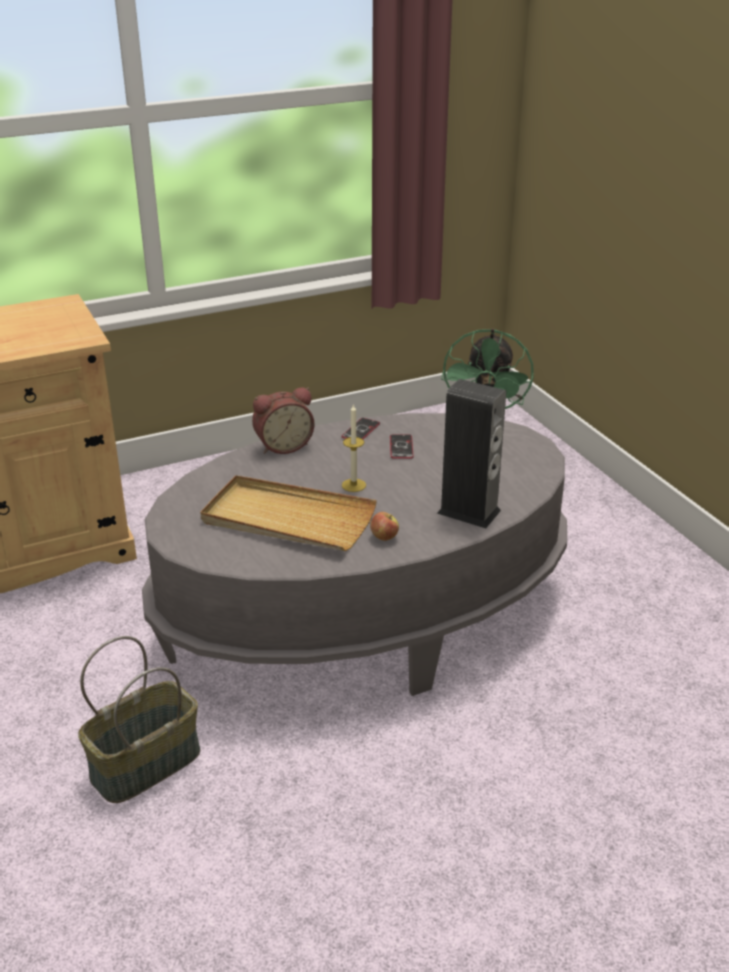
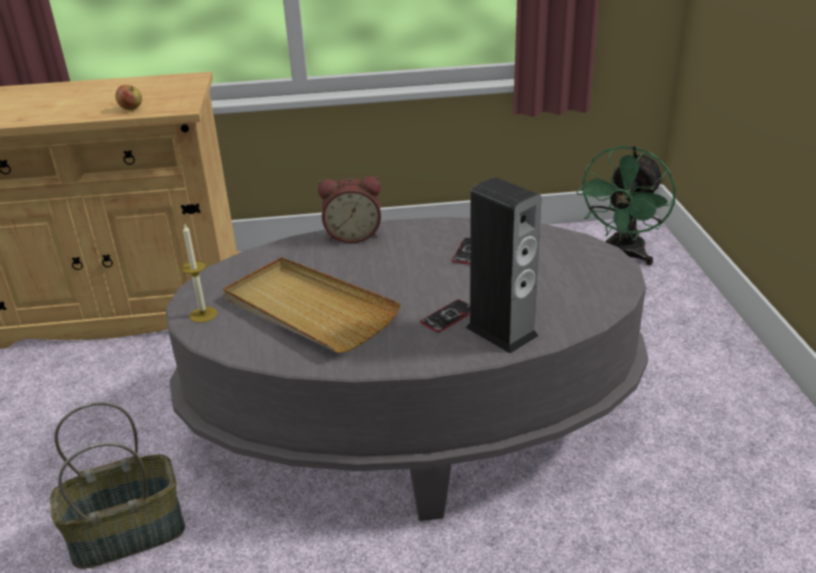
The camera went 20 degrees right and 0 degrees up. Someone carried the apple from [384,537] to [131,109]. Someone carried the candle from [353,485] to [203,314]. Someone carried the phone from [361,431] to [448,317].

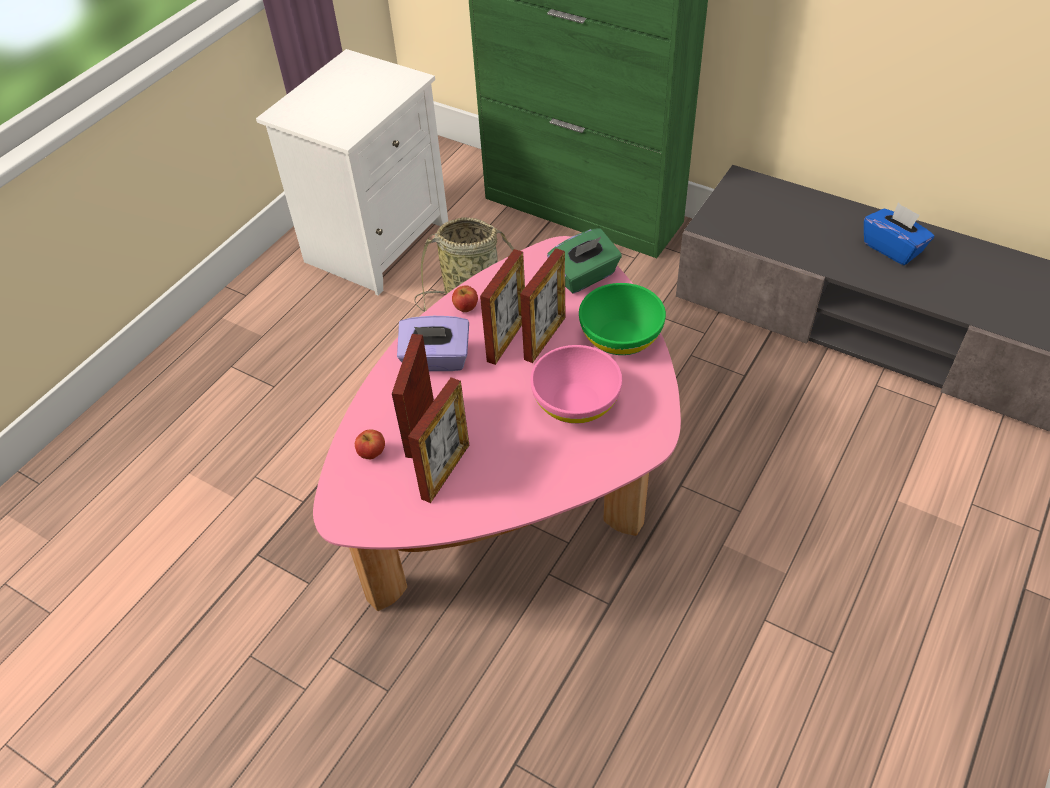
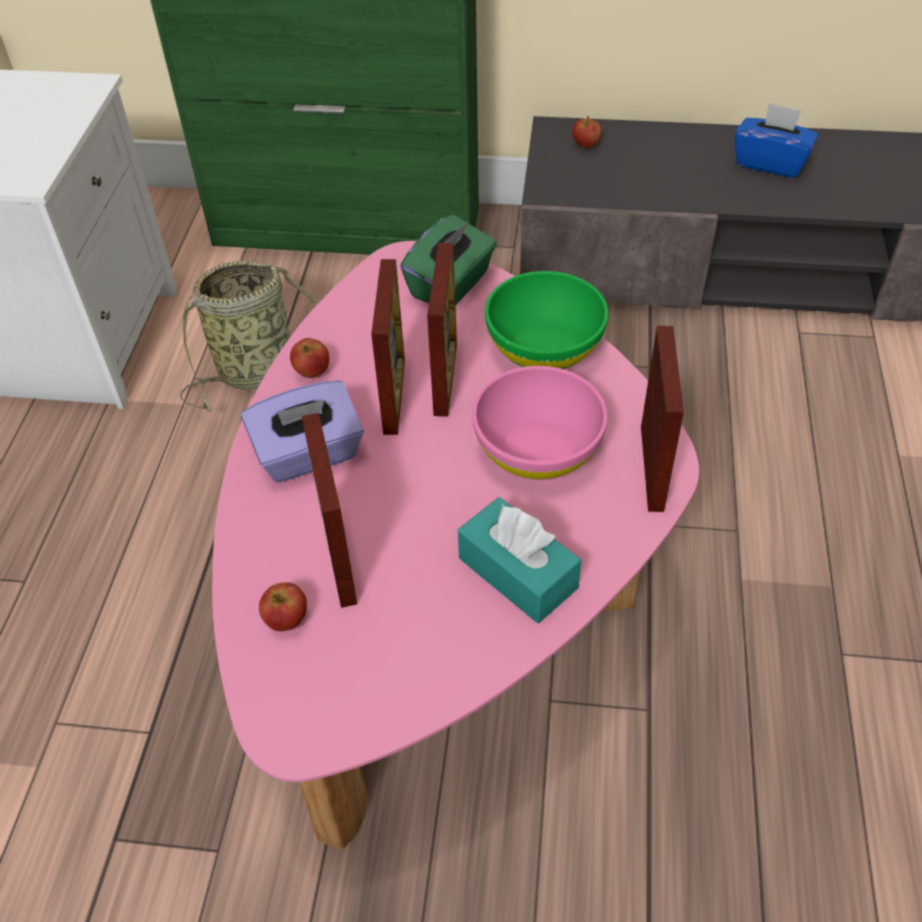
The camera went 25 degrees left and 0 degrees up. Someone put down the tissue box/turquoise at [517,573]. Someone put down the apple at [586,145]. Someone carried the picture frame from [445,471] to [652,468].

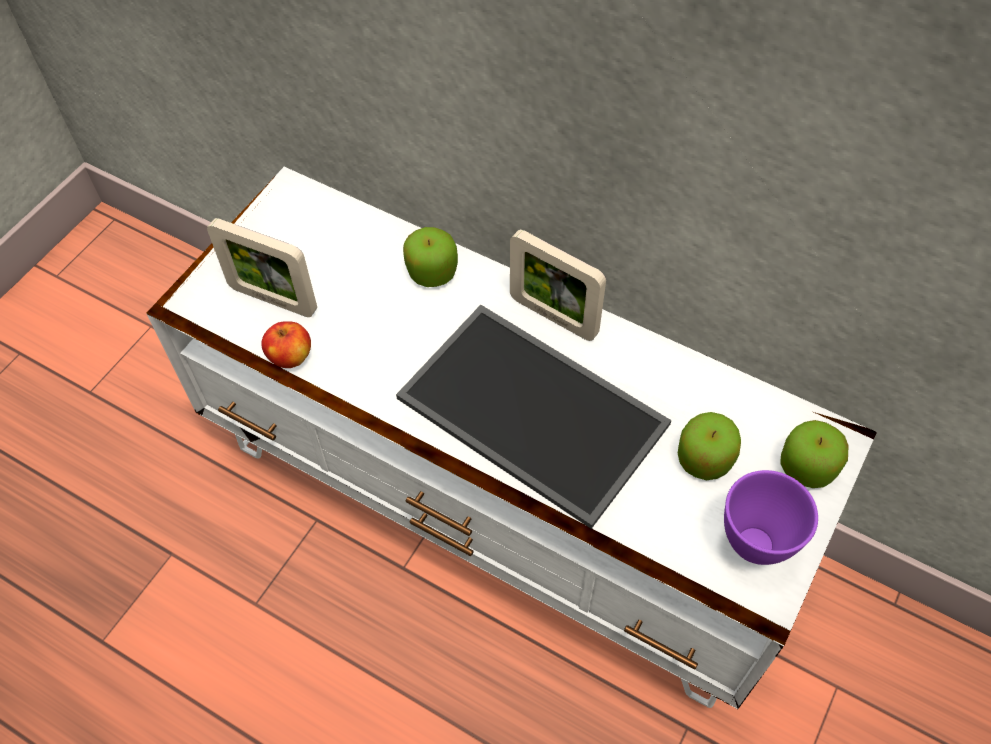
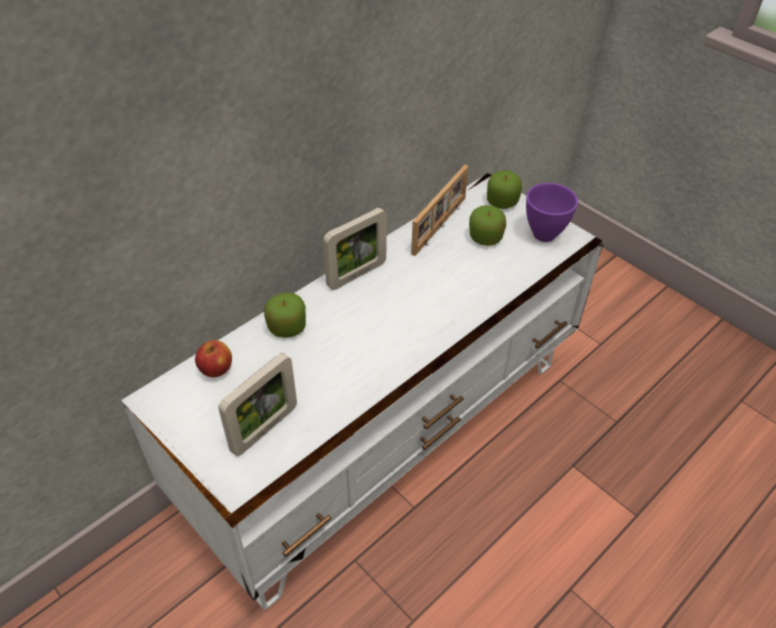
The camera went 75 degrees left and 10 degrees down. Someone carried the apple from [291,357] to [216,369]. Someone put down the picture frame at [440,226]. Someone took away the tray at [536,410].

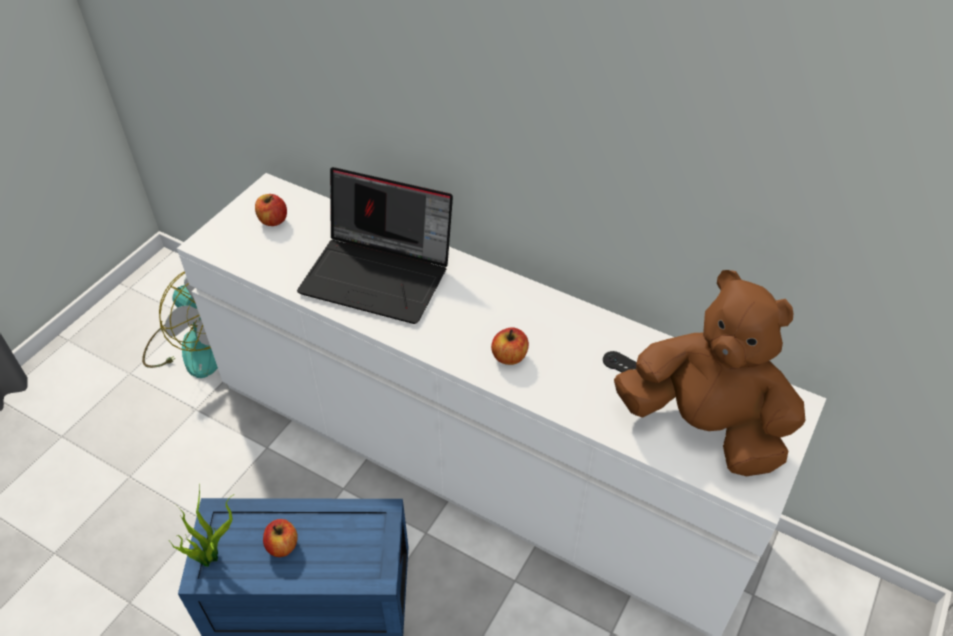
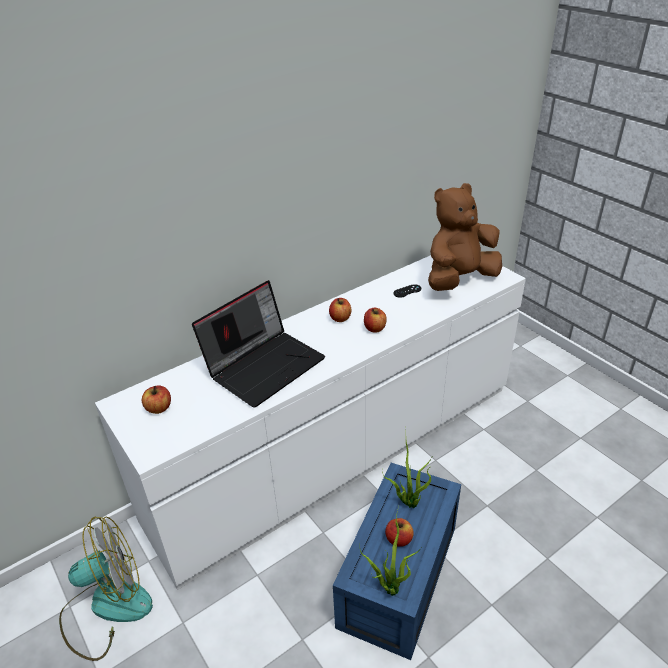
The camera went 65 degrees left and 10 degrees down. Someone put down the apple at [340,318]. Someone put down the potted plant at [408,502].

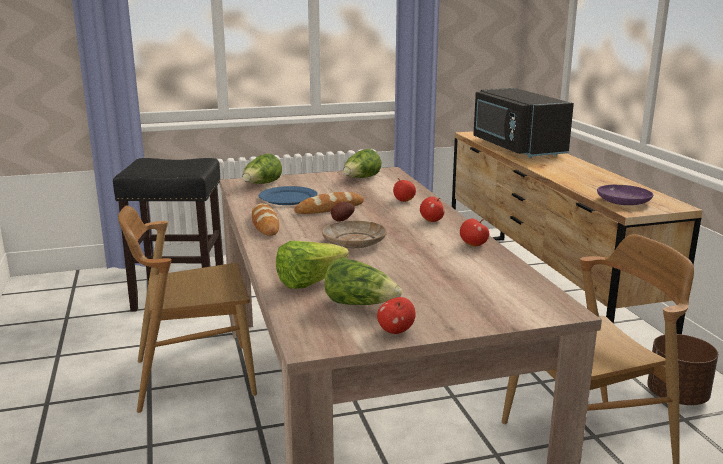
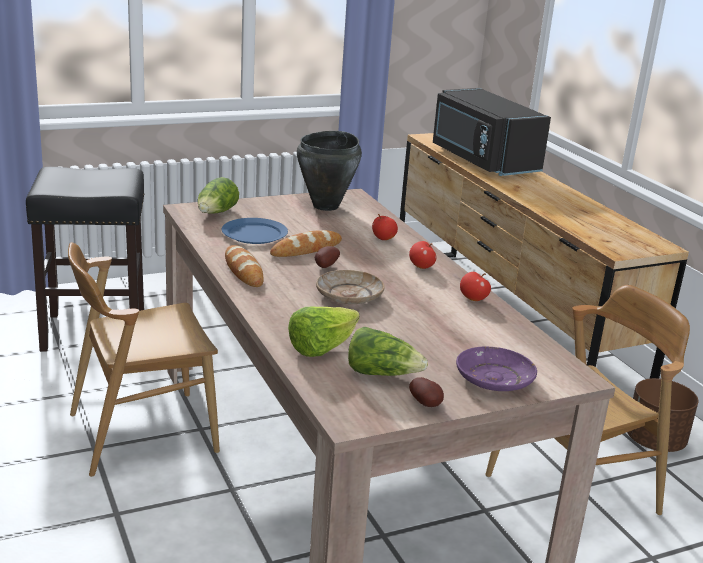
The camera went 10 degrees left and 5 degrees up. Someone swapped the lettuce at [361,178] for the cooking pot/black at [326,206]. Someone swapped the apple at [395,331] for the potato at [426,404]. Someone carried the plate/purple from [623,201] to [494,379].

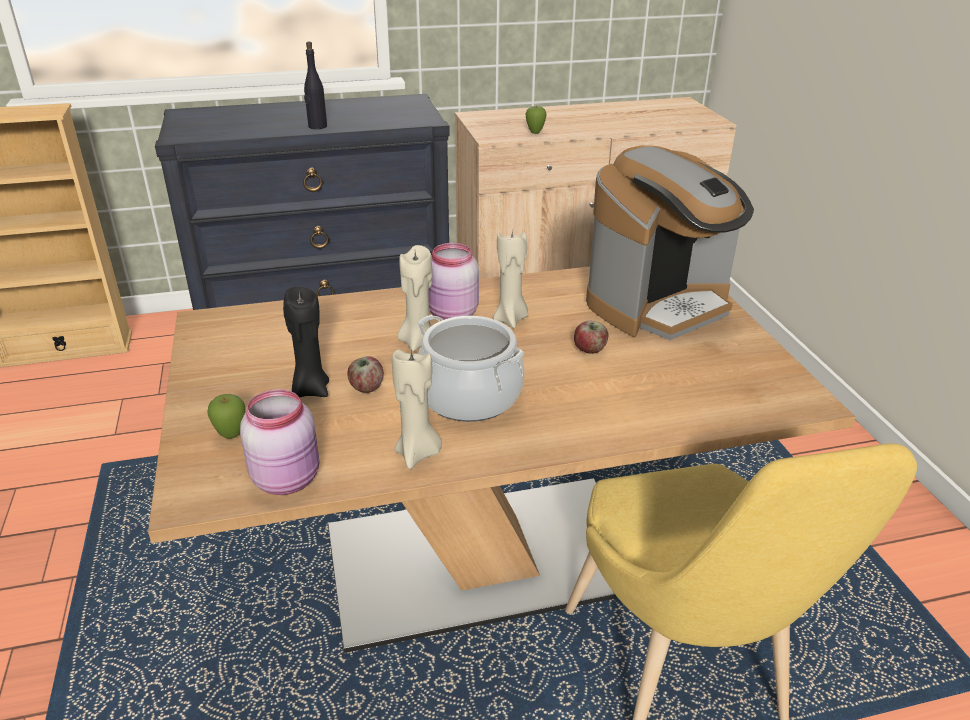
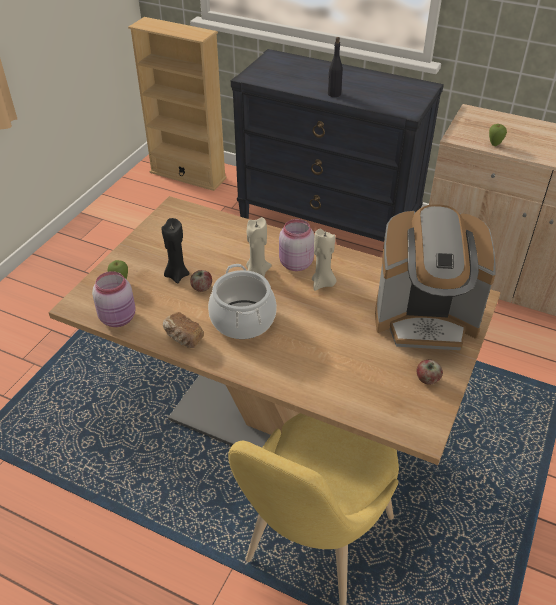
The camera went 40 degrees right and 10 degrees up. Someone swapped the candle/beige at [418,453] for the bread at [183,338]. Someone carried the apple from [589,350] to [427,379].

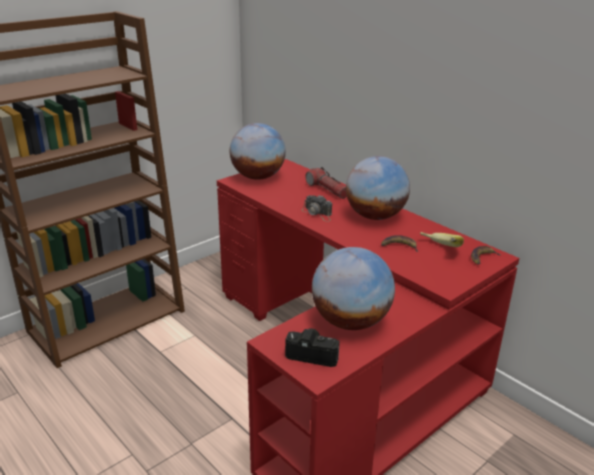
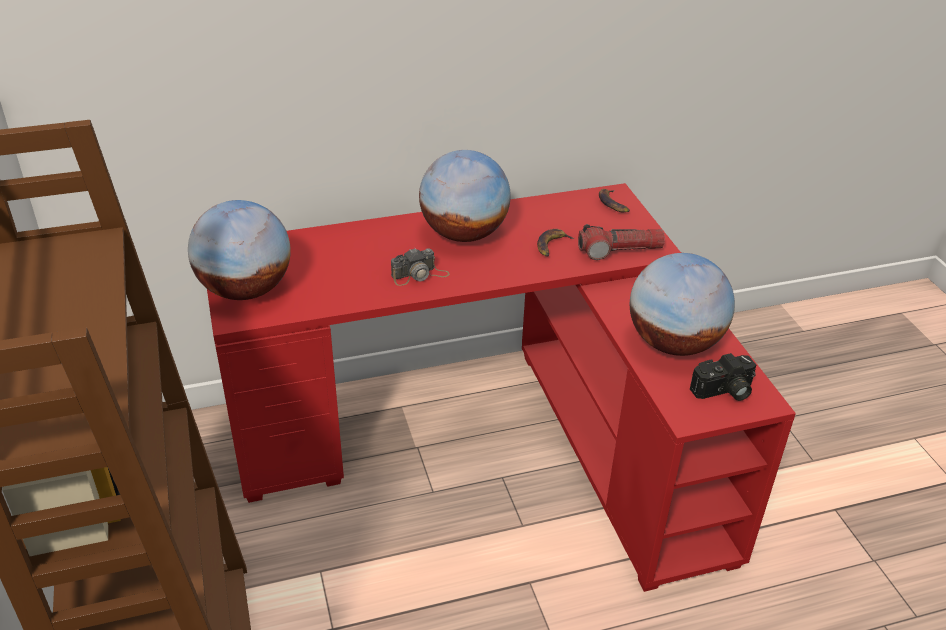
The camera went 65 degrees left and 10 degrees up. Someone carried the flashlight from [327,190] to [619,250]. Someone rotated the photo camera at [313,354] by 150 degrees counterclockwise. Someone took away the banana at [439,249].

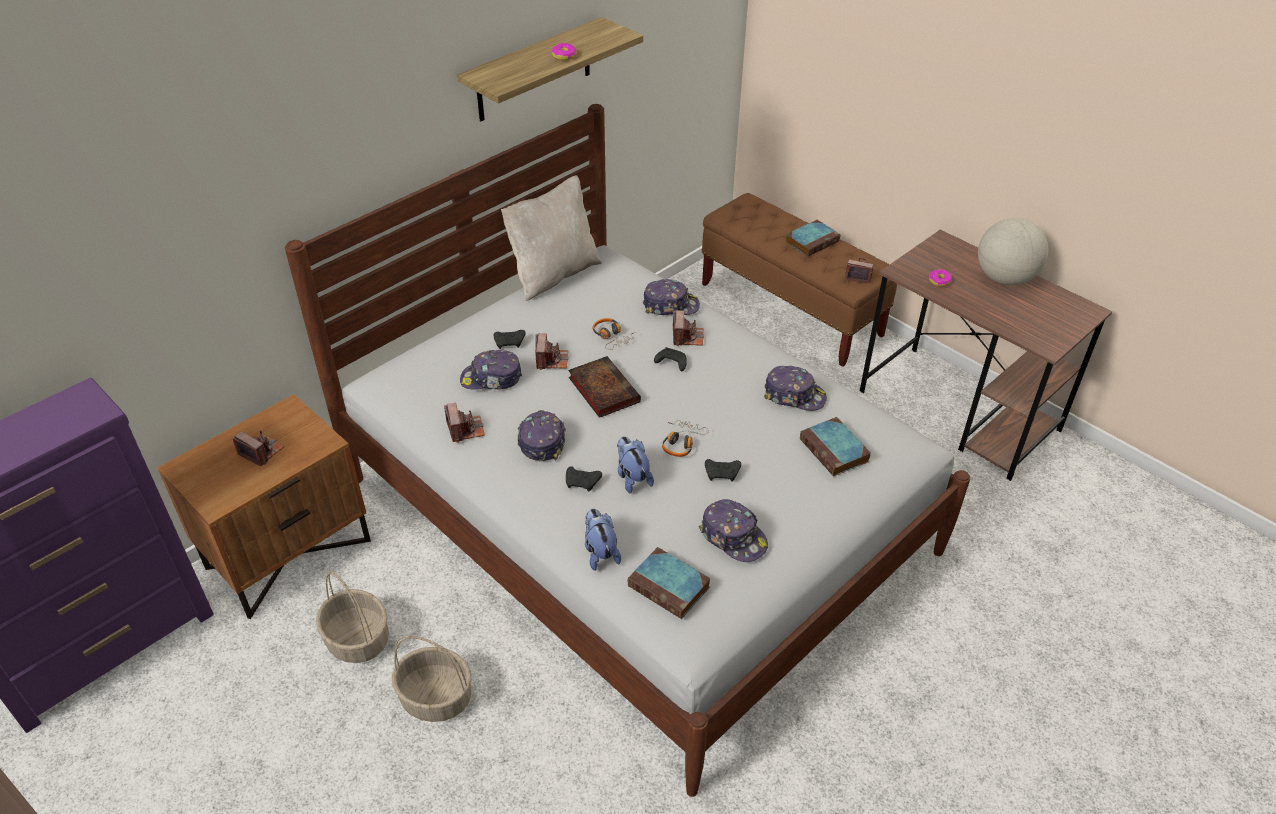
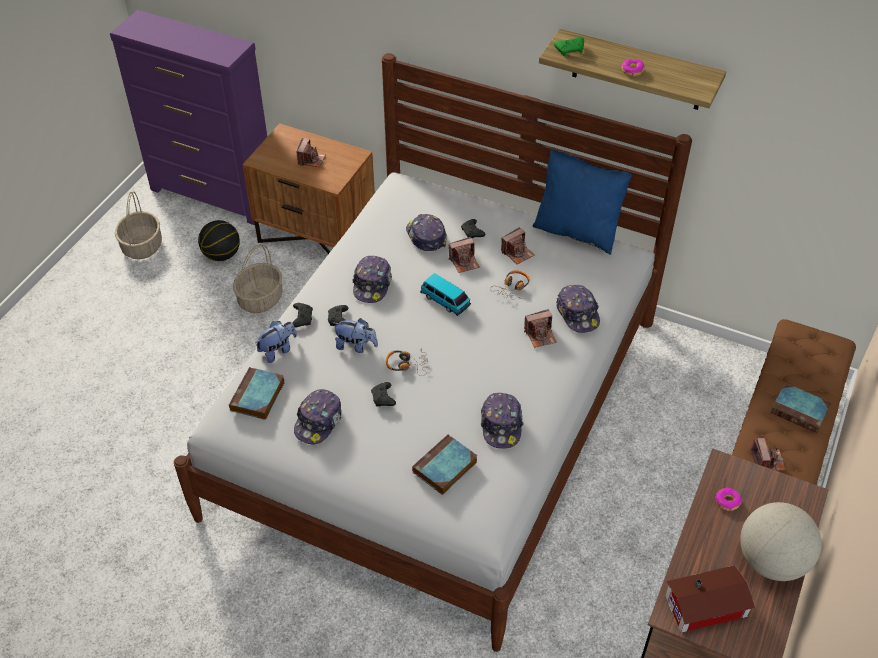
The camera went 70 degrees right and 5 degrees up. Someone carried the basket from [435,698] to [142,246]. Someone put down the basketball at [222,255]. Someone carried the game controller/black from [671,363] to [302,318]. Someone rotated the plush toy at [632,477] by 60 degrees clockwise. Someone rotated the cap at [542,440] by 120 degrees clockwise. Someone swapped the book at [602,389] for the toy car at [445,301]. Someone carried the photo camera from [465,429] to [517,253]. Someone repainted the pillow/beige at [553,274], which became the pillow/blue at [577,231]. Someone put down the game controller/green at [570,50]. Someone put down the toy house at [708,607].

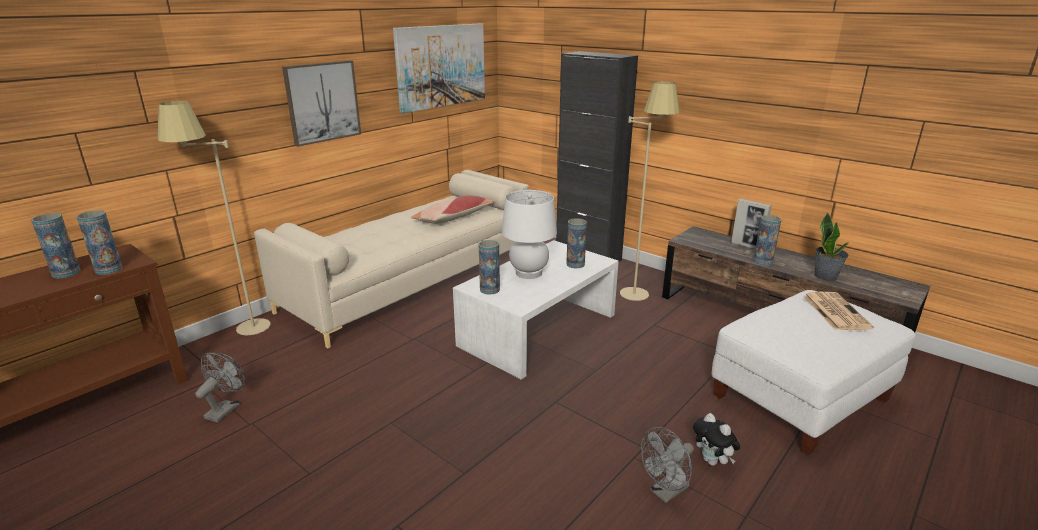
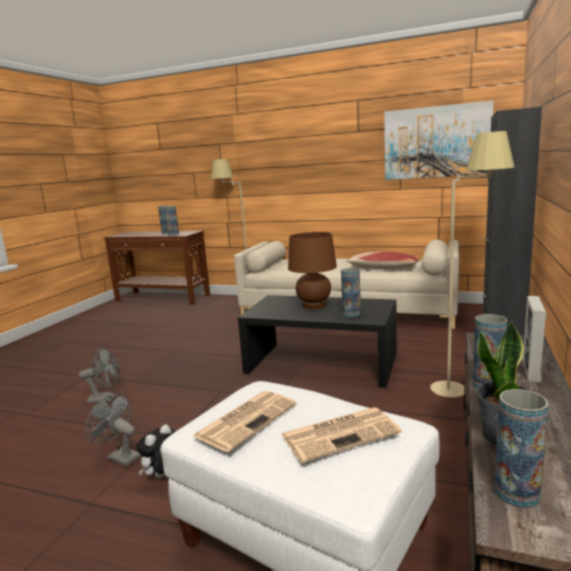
The camera went 70 degrees right and 10 degrees down. Someone carried the fan/grey from [226,409] to [106,399]. Someone put down the newspaper at [247,419]. Someone repainted the coffee table/white at [538,329], which became the coffee table/black at [321,363]. Someone repainted the table lamp/white at [529,273], which became the table lamp/brown at [314,305]. Someone carried the vase from [489,289] to [516,493]. Someone took away the picture at [322,102].

